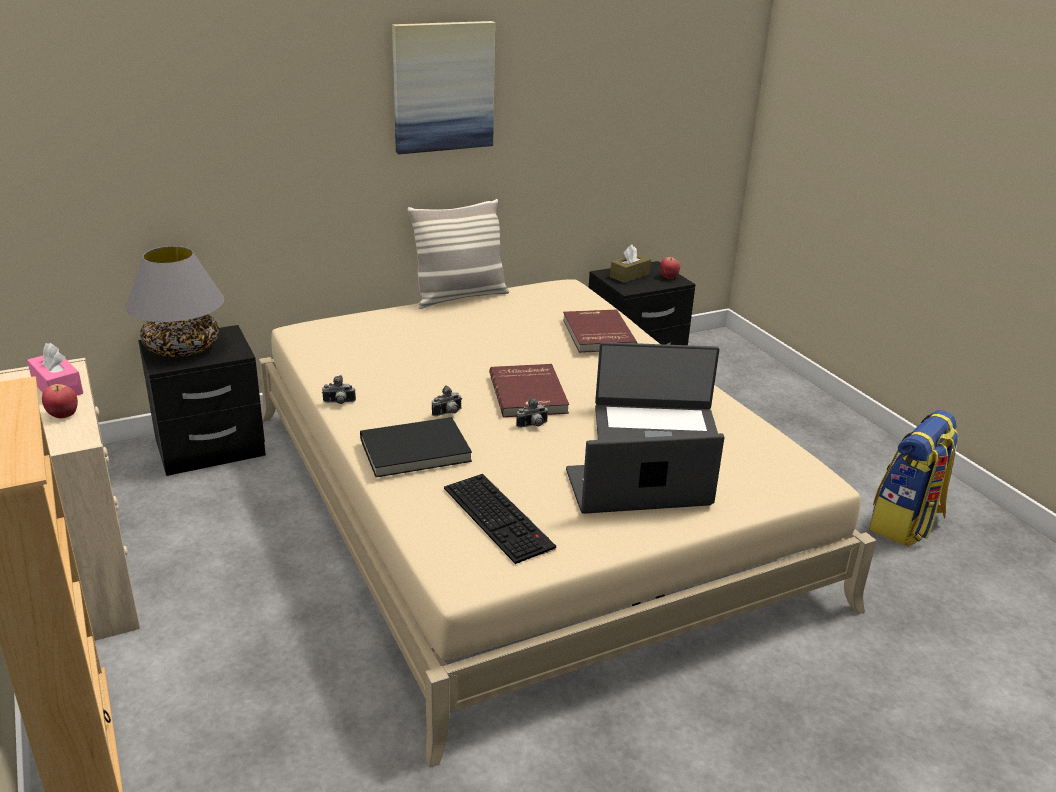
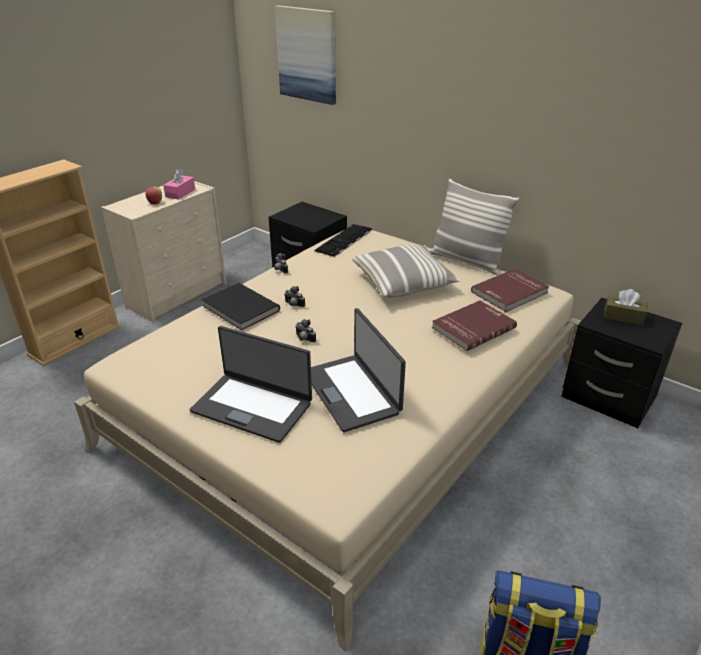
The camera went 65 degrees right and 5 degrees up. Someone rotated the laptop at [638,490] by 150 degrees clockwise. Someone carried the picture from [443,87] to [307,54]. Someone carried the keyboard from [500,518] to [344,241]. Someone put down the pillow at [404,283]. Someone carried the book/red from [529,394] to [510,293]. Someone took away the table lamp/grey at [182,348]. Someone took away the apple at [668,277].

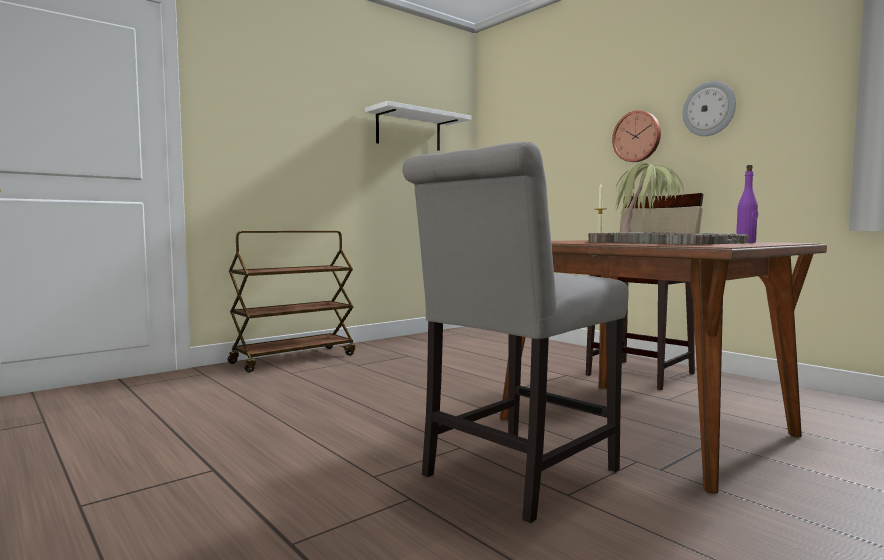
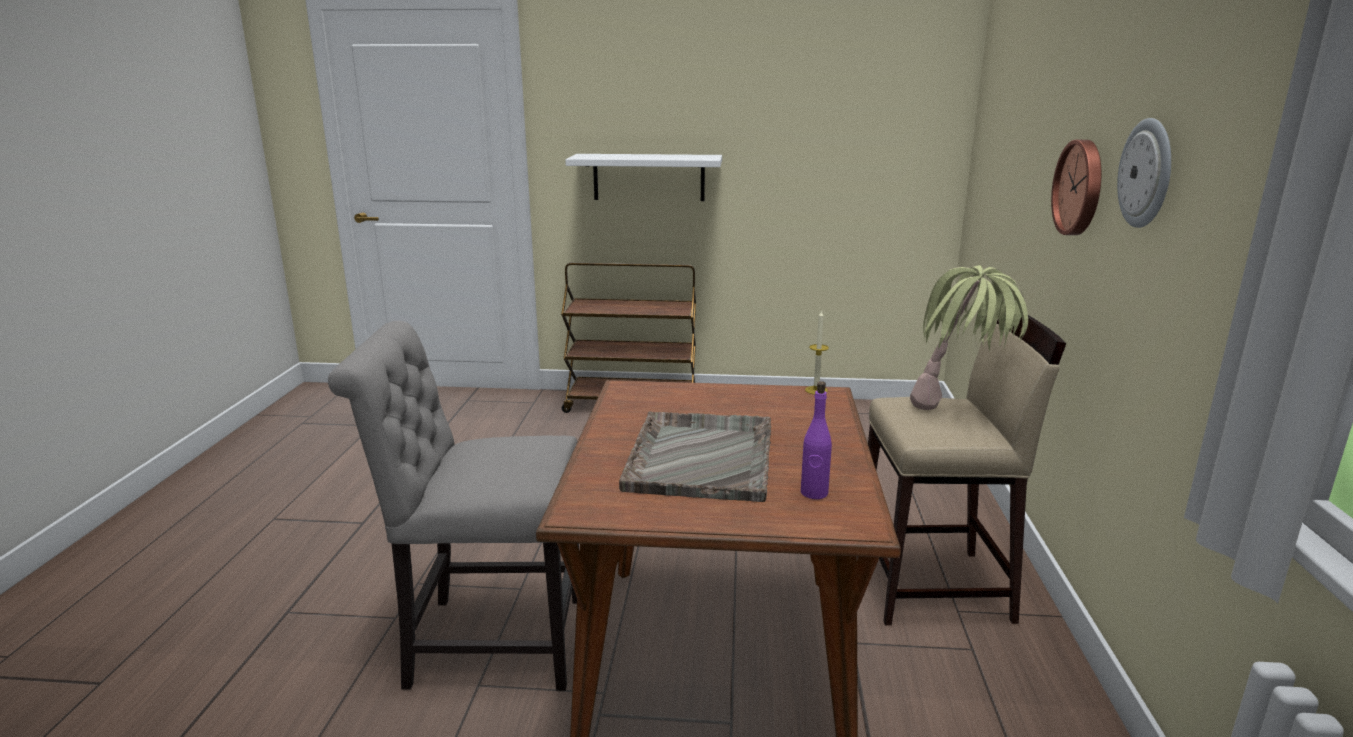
The camera went 45 degrees right and 15 degrees up. Someone carried the shelf/white from [408,130] to [649,177].

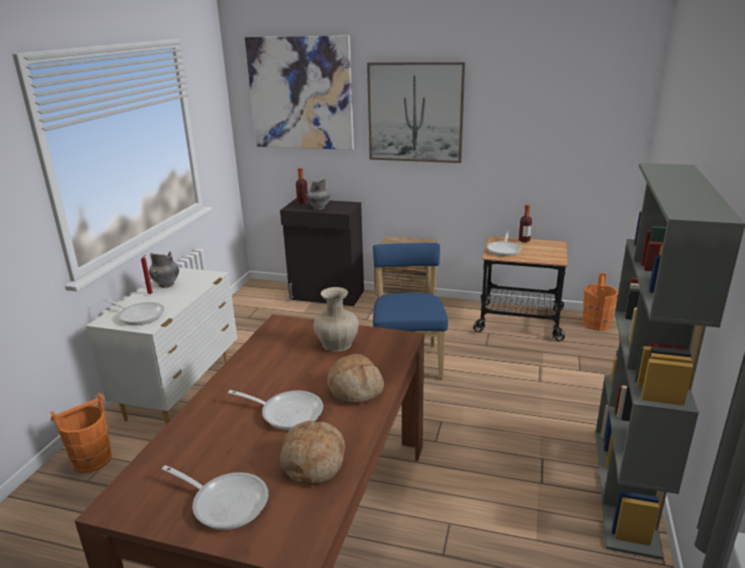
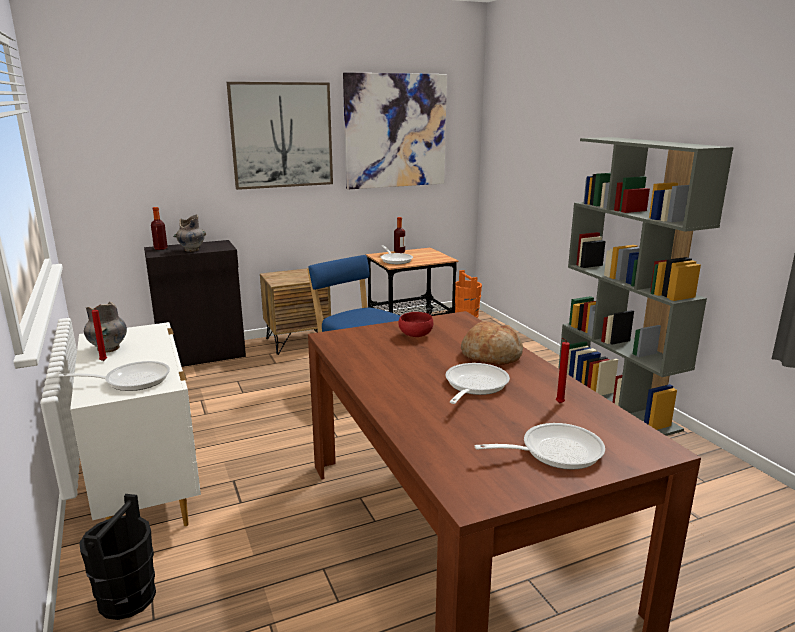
The camera went 40 degrees left and 5 degrees down. Someone repainted the bucket/orange at [92,460], which became the bucket/black at [127,597]. Someone carried the picture from [301,93] to [395,131]. Someone swapped the vase/beige at [336,344] for the bowl/red at [415,335]. Someone rotated the frying pan at [287,412] by 45 degrees counterclockwise. Someone swapped the bread at [312,462] for the candle/red at [558,404].

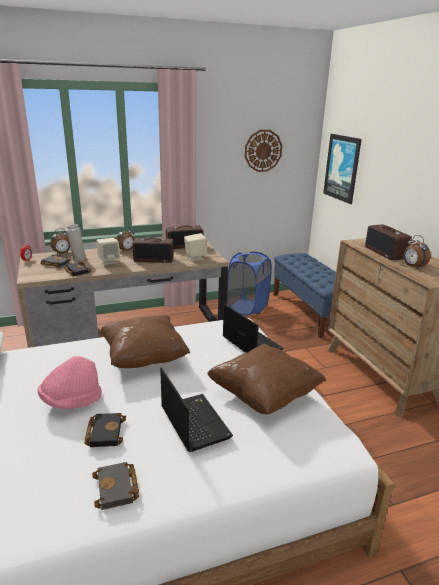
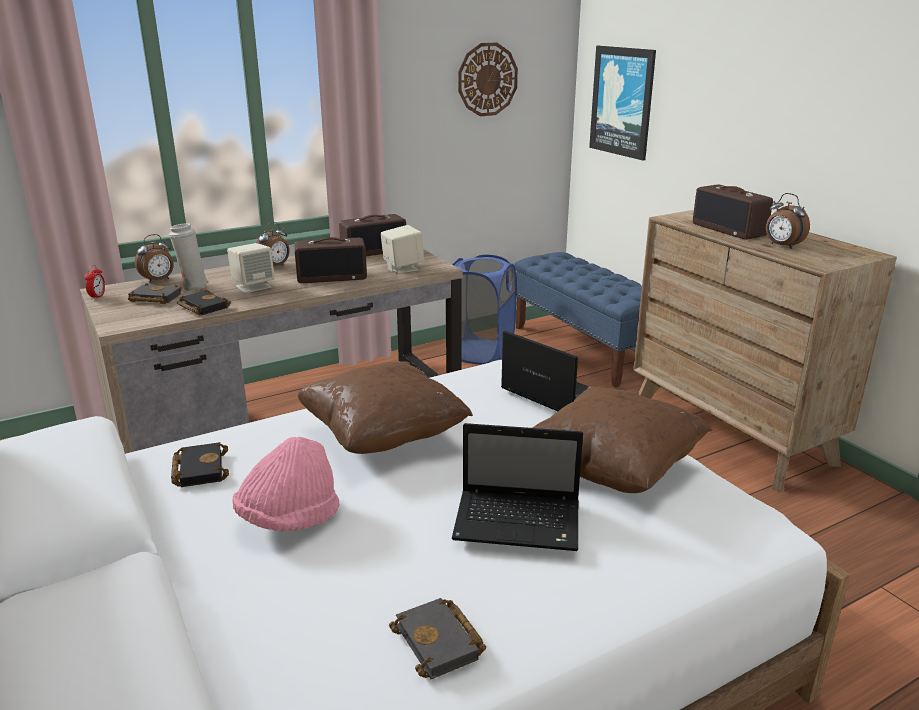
The camera went 10 degrees left and 0 degrees up. Someone carried the book/black from [104,432] to [198,469]. Someone rotated the laptop at [193,422] by 135 degrees clockwise.

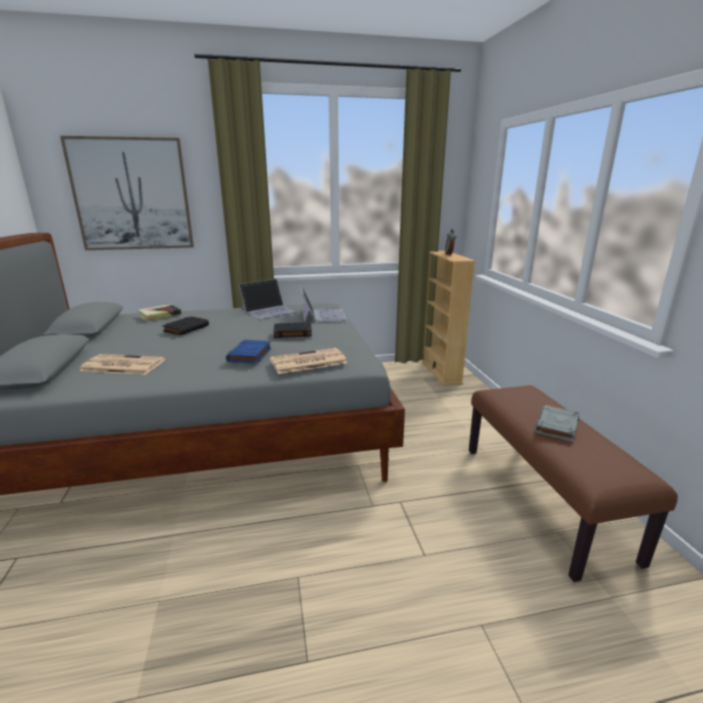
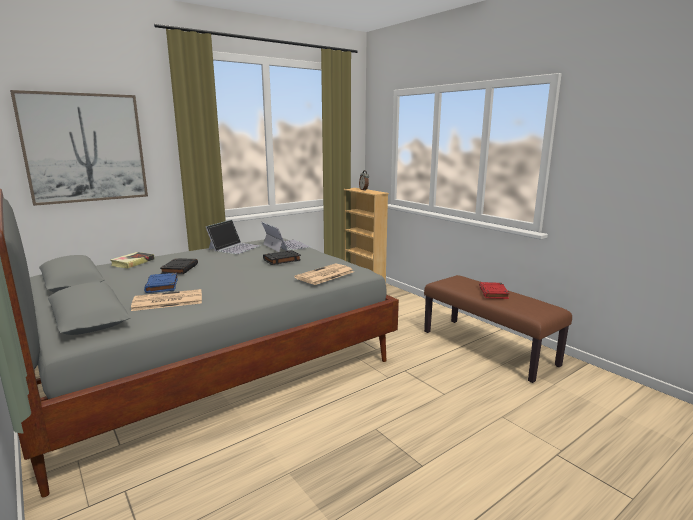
The camera went 25 degrees left and 5 degrees down. Someone carried the book/blue from [250,355] to [162,286]. Someone repainted the book/grey at [556,426], which became the book/red at [493,293].

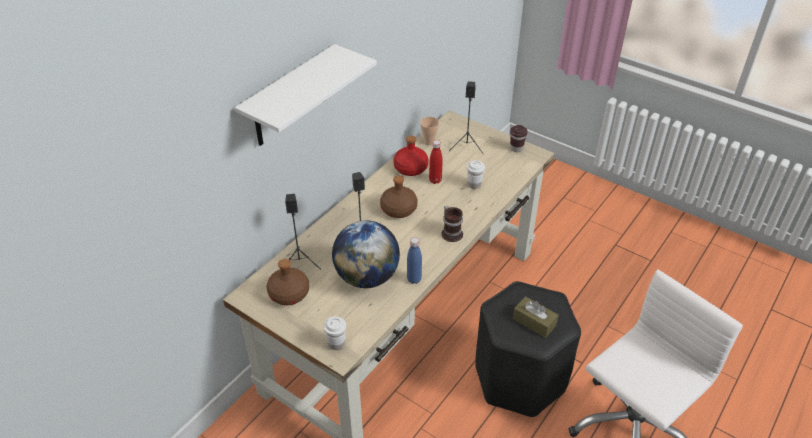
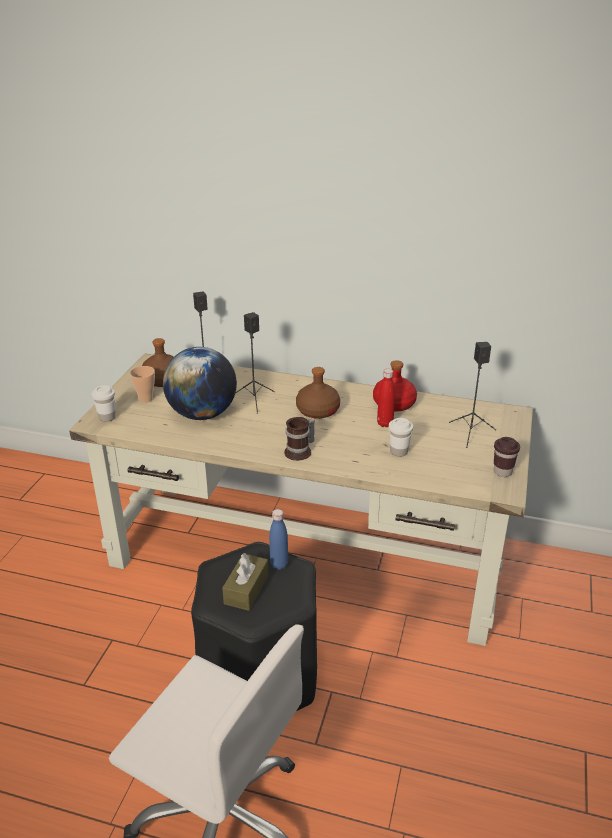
The camera went 70 degrees right and 10 degrees down. Someone carried the cup from [429,142] to [145,399]. Someone carried the bottle/blue from [414,279] to [279,564]. Someone took away the shelf/white at [290,98].

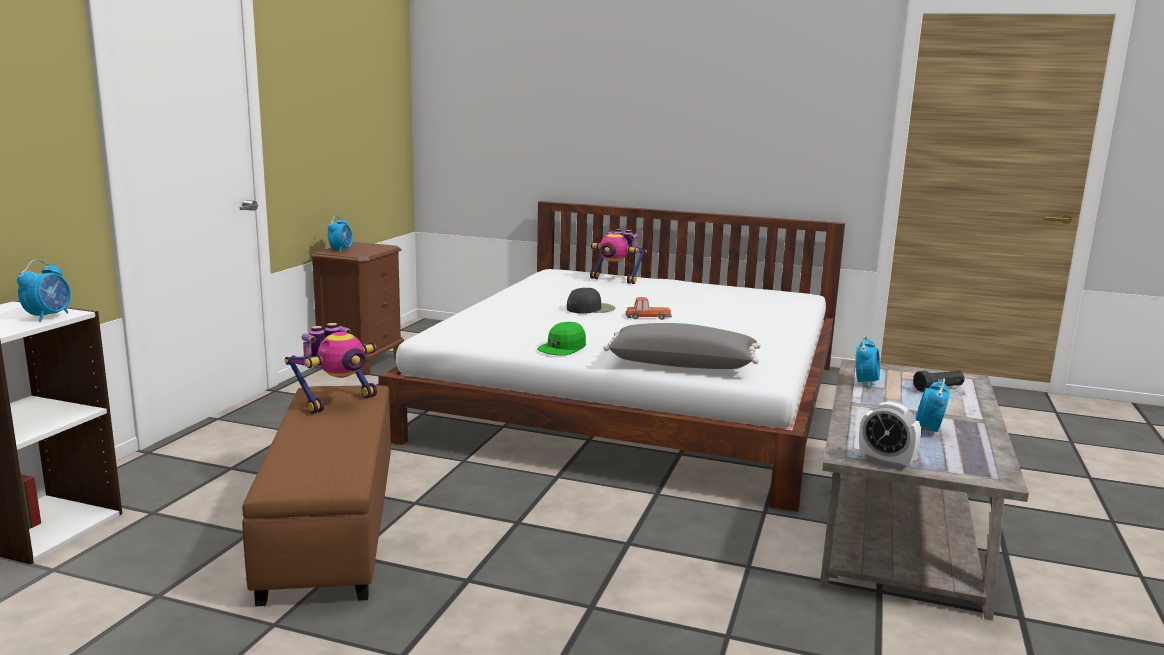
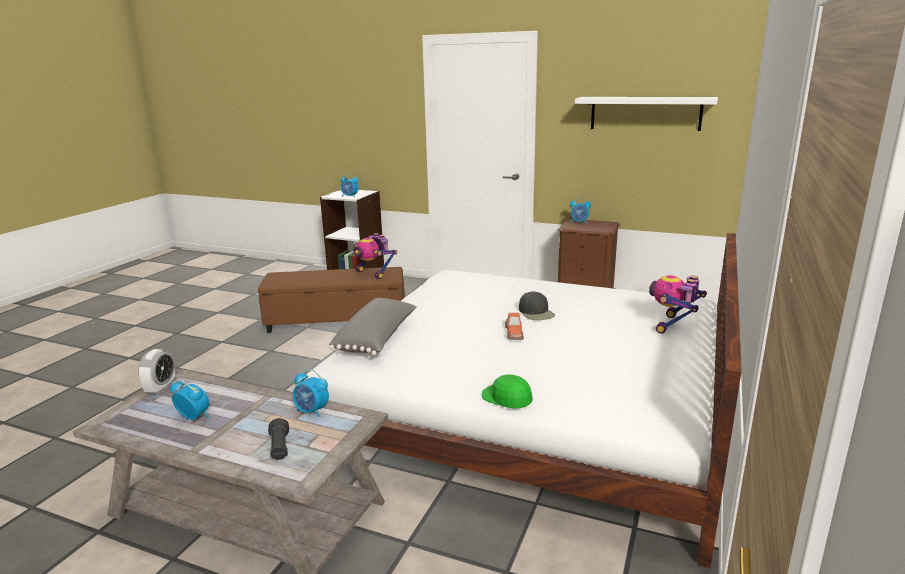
The camera went 95 degrees right and 5 degrees up. Someone rotated the alarm clock at [886,461] by 150 degrees clockwise. Someone carried the cap/green from [563,348] to [507,398]. Someone put up the shelf/white at [645,113].

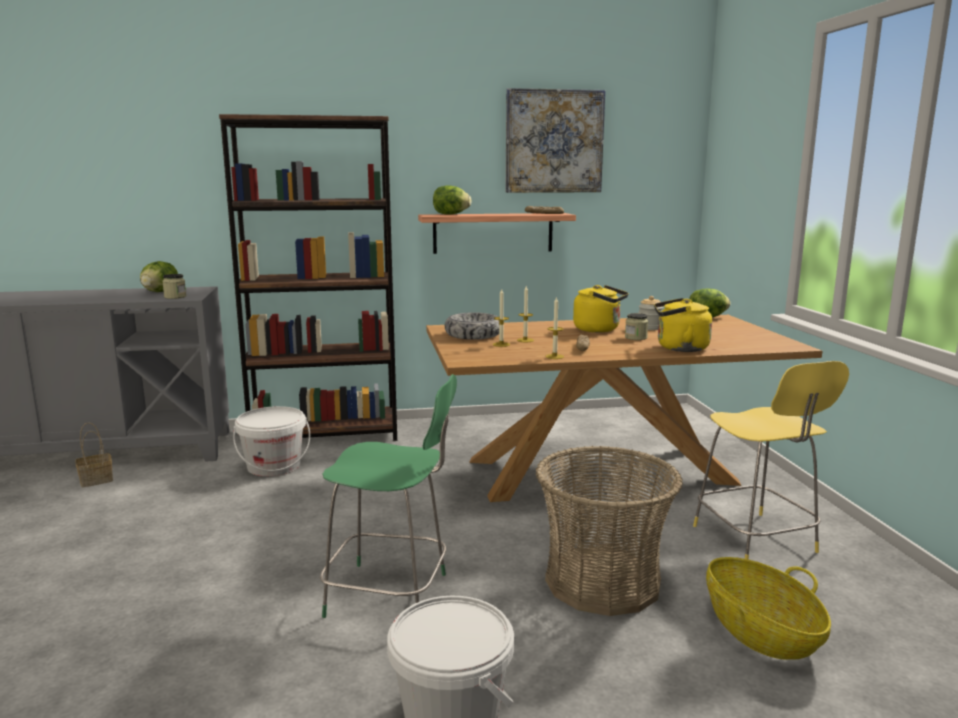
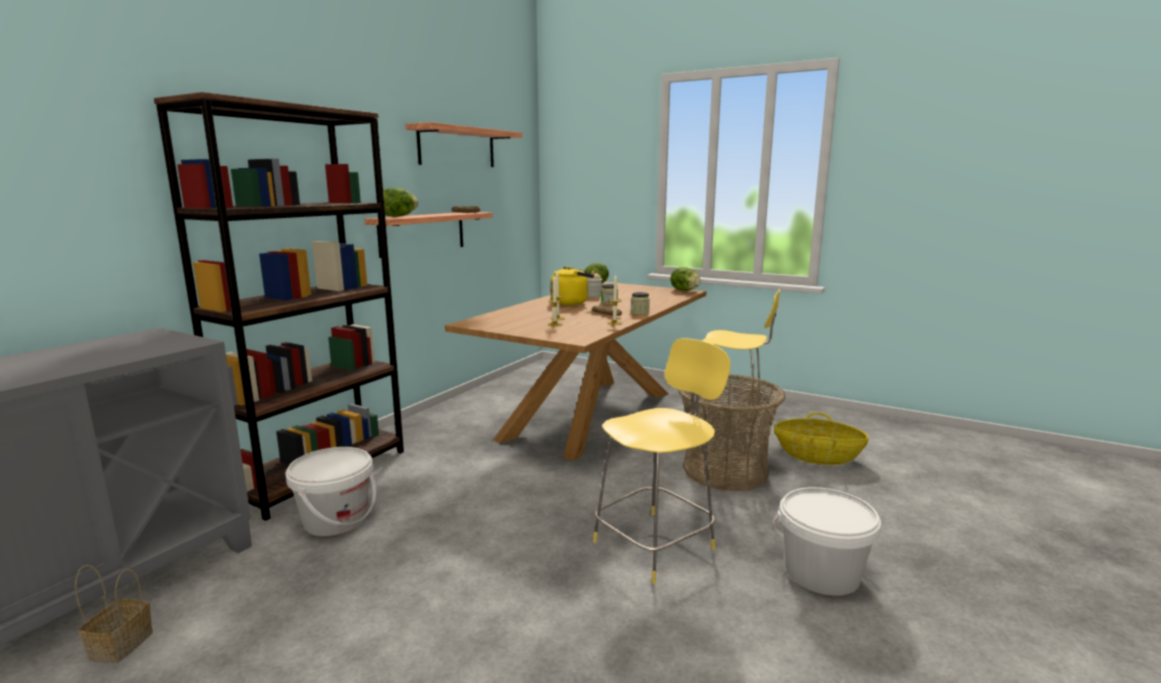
The camera went 50 degrees left and 0 degrees up. Someone swapped the picture at [554,141] for the shelf at [457,147]. Someone repainted the stool/green at [392,595], which became the stool/yellow at [656,543]. Someone carried the jar from [175,297] to [639,313]. Someone carried the lettuce from [159,292] to [684,290]. Someone took away the bowl at [473,335]. Someone took away the kettle/yellow at [679,348].

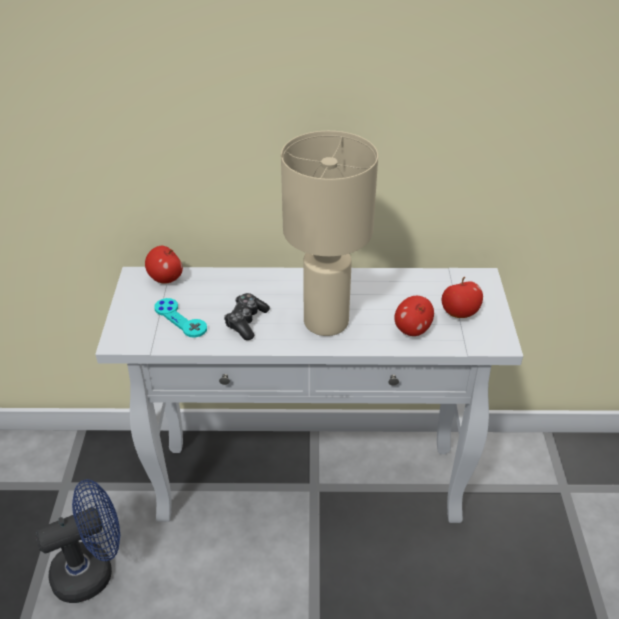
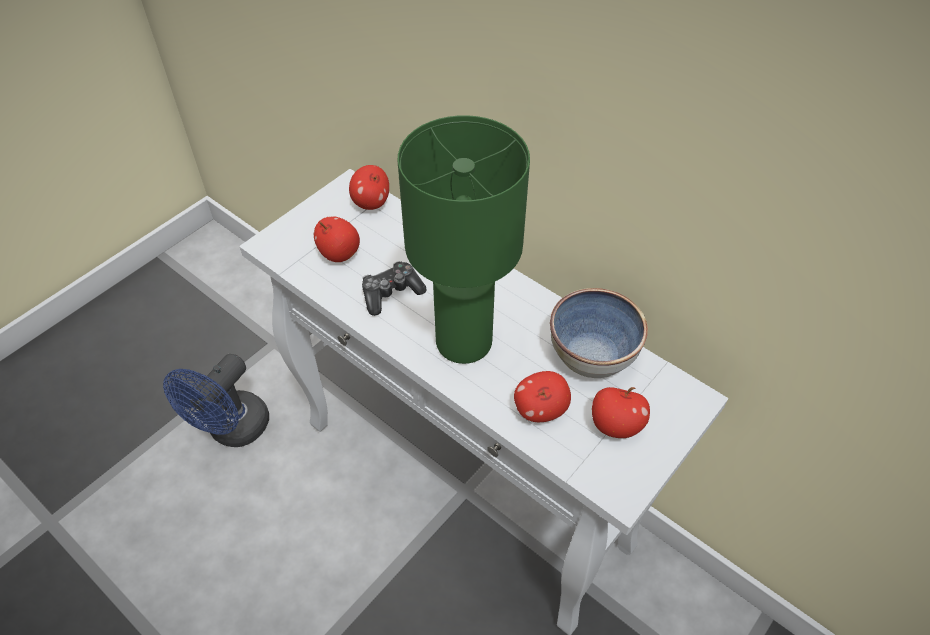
The camera went 40 degrees right and 10 degrees up. Someone rotated the fan/blue at [92,570] by 105 degrees clockwise. Someone swapped the game controller/turquoise at [180,319] for the apple at [339,253]. Someone repainted the table lamp/beige at [325,322], which became the table lamp/green at [462,342]. Someone put down the bowl at [593,354].

